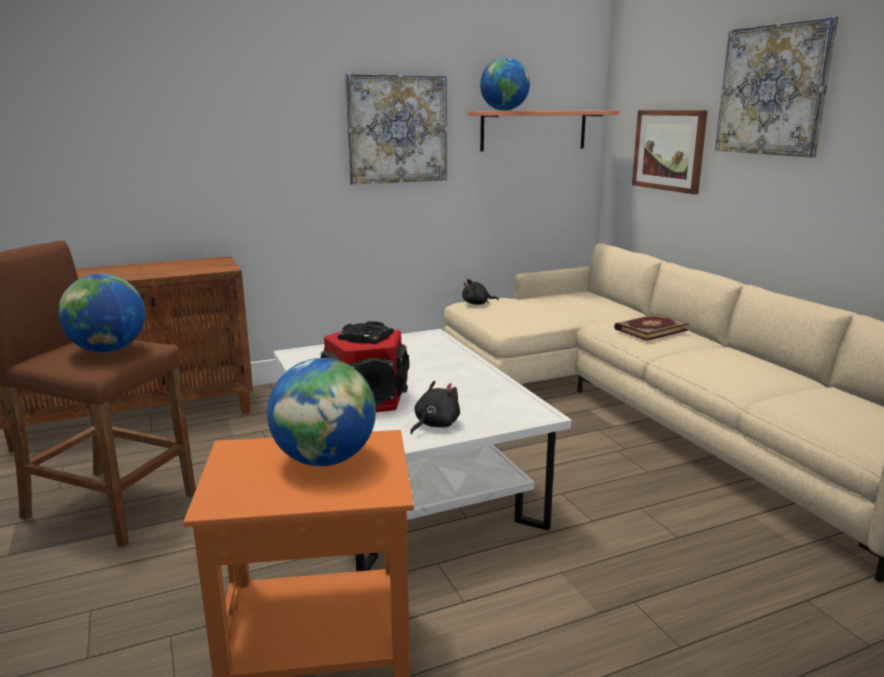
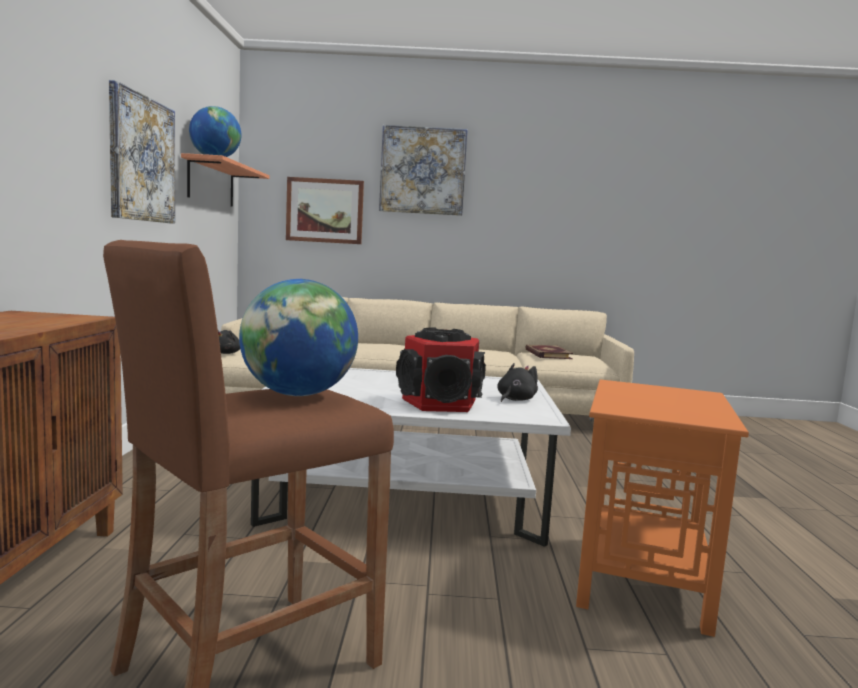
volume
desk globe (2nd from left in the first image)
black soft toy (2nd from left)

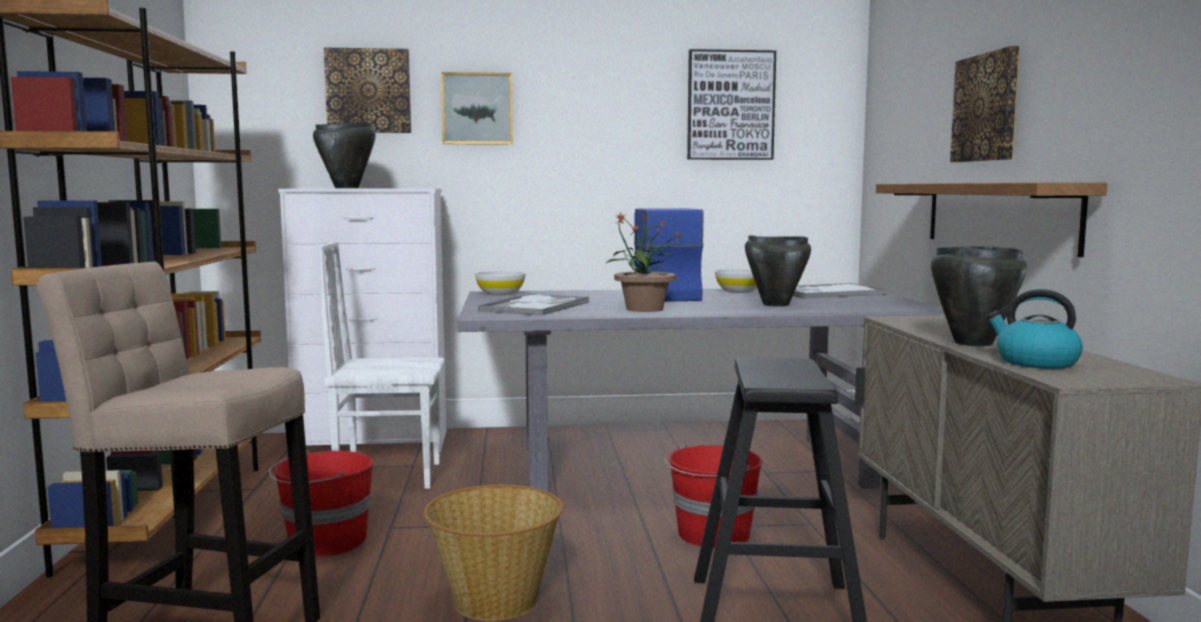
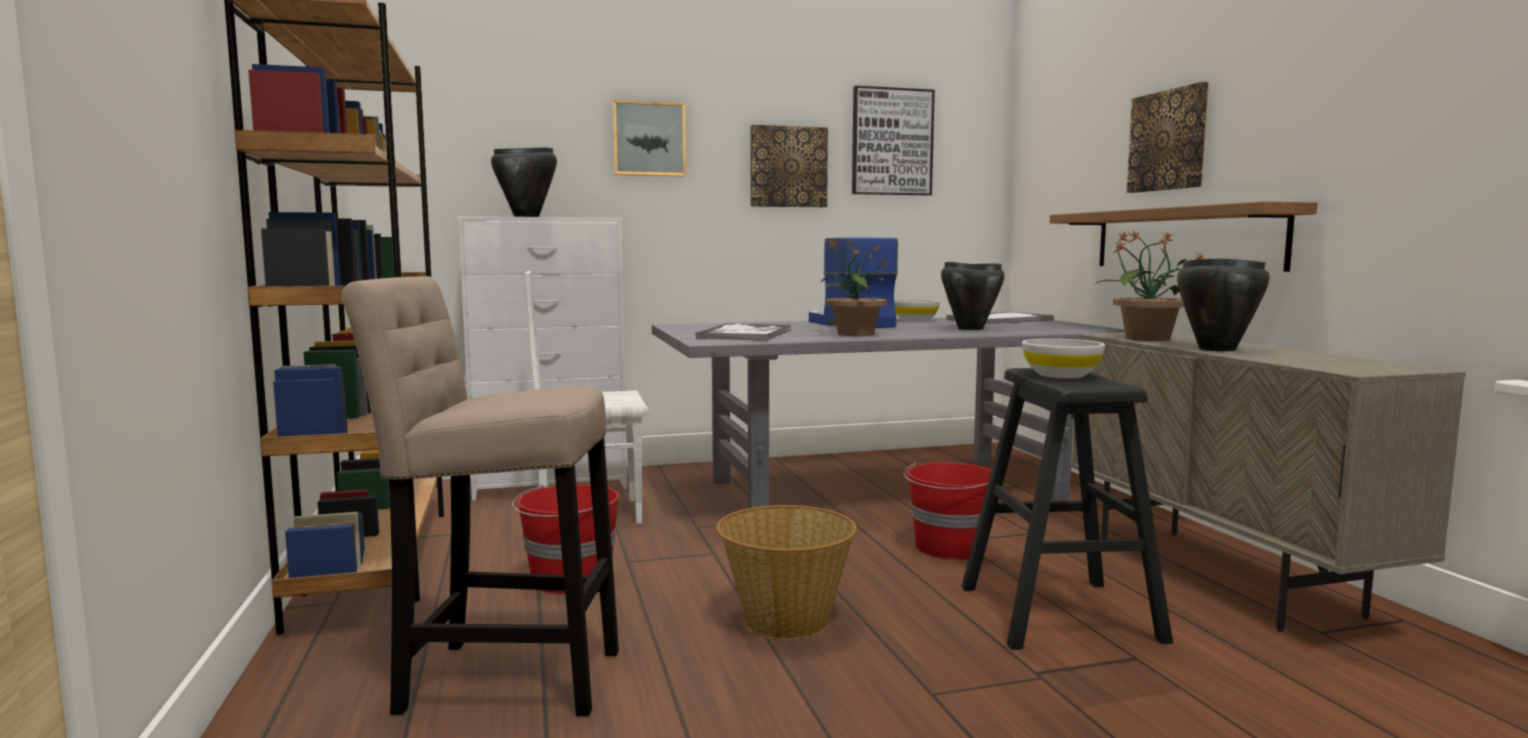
picture (2nd from left)
whitish deep dish (2nd from left)
tea kettle
plant in a pot (2nd from left)

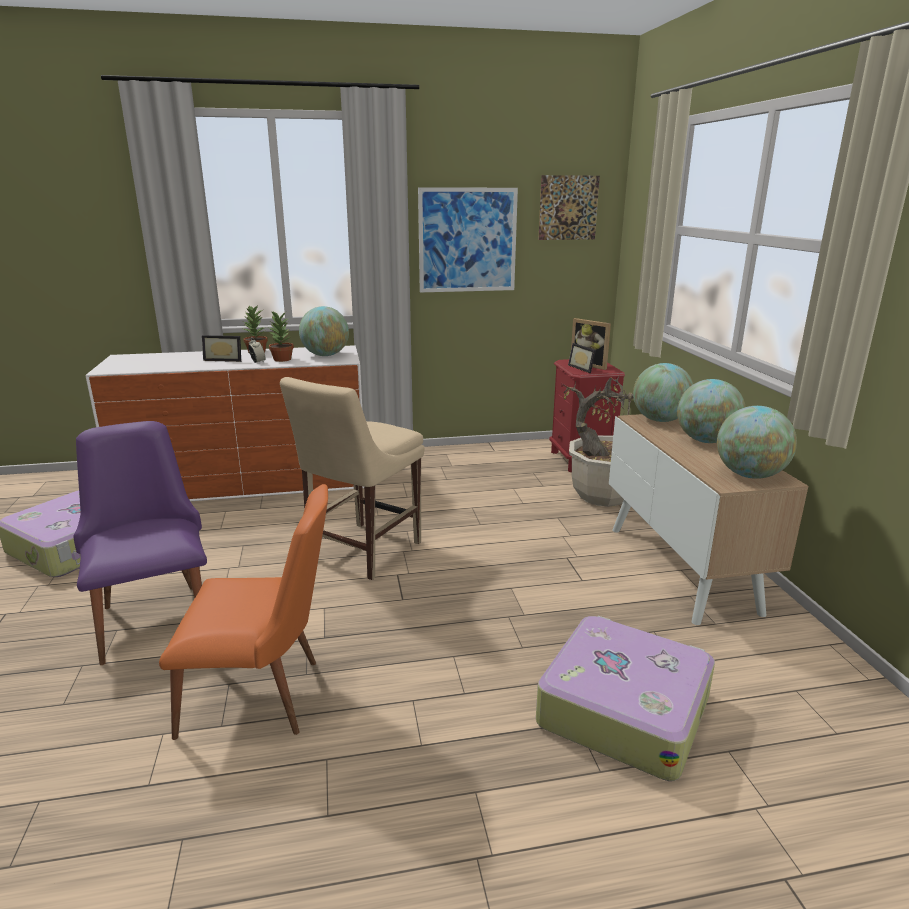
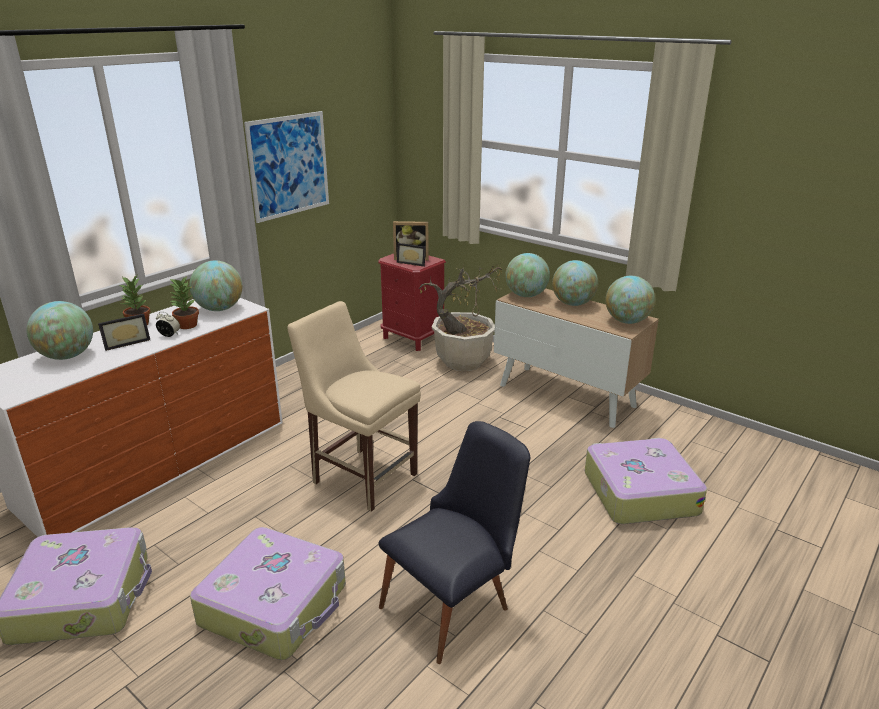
picture (2nd from left in the first image)
sand-coloured upright chair
piece of luggage (2nd from left)
black upright chair
desk globe (1st from left)

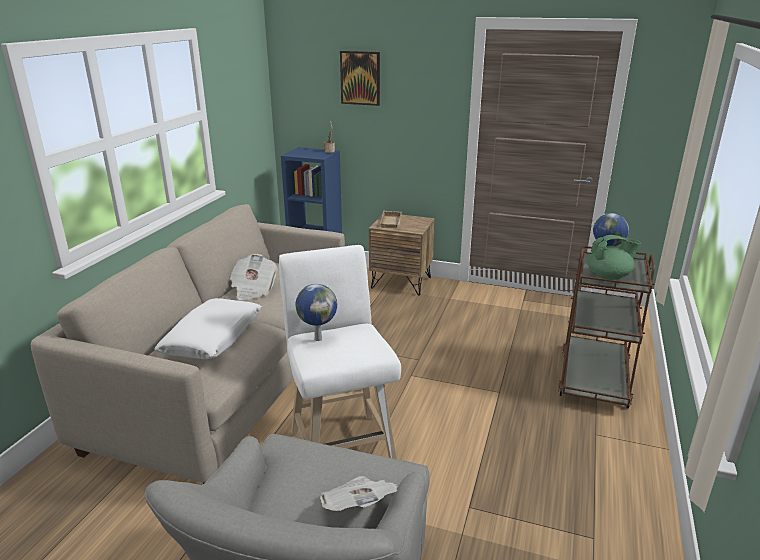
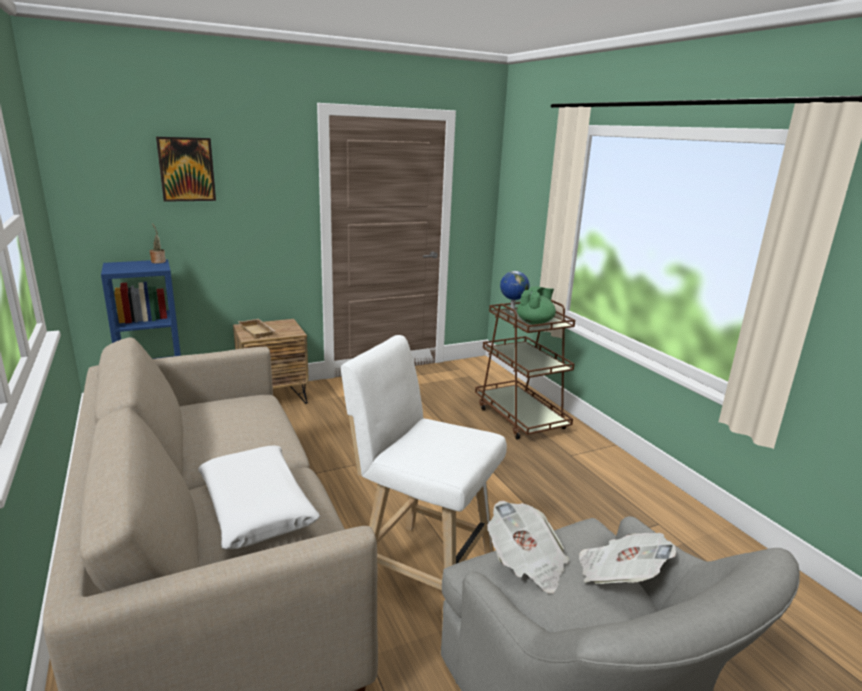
newspaper (1st from left)
desk globe (1st from left in the first image)

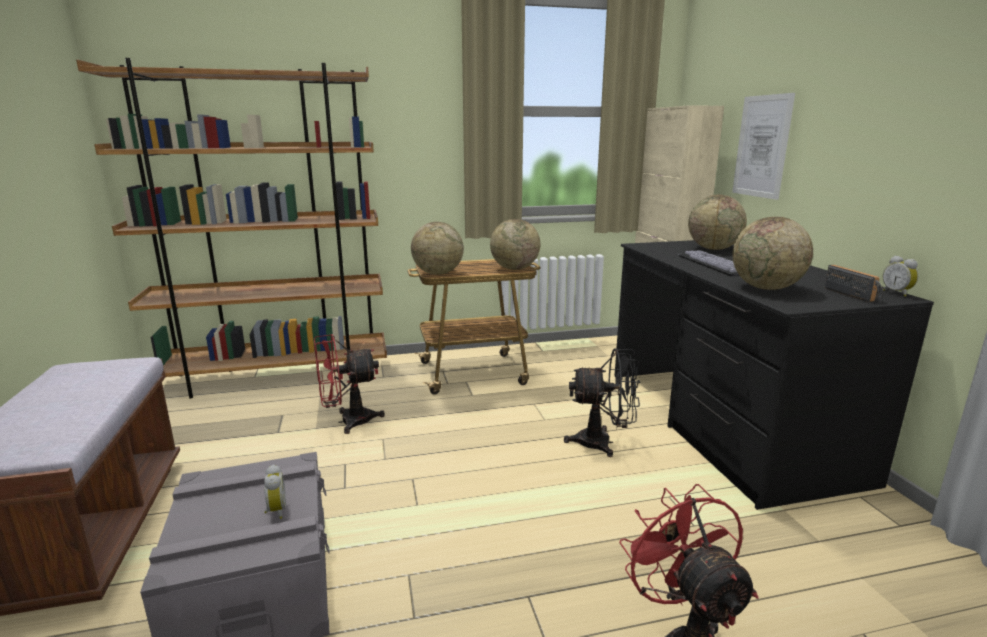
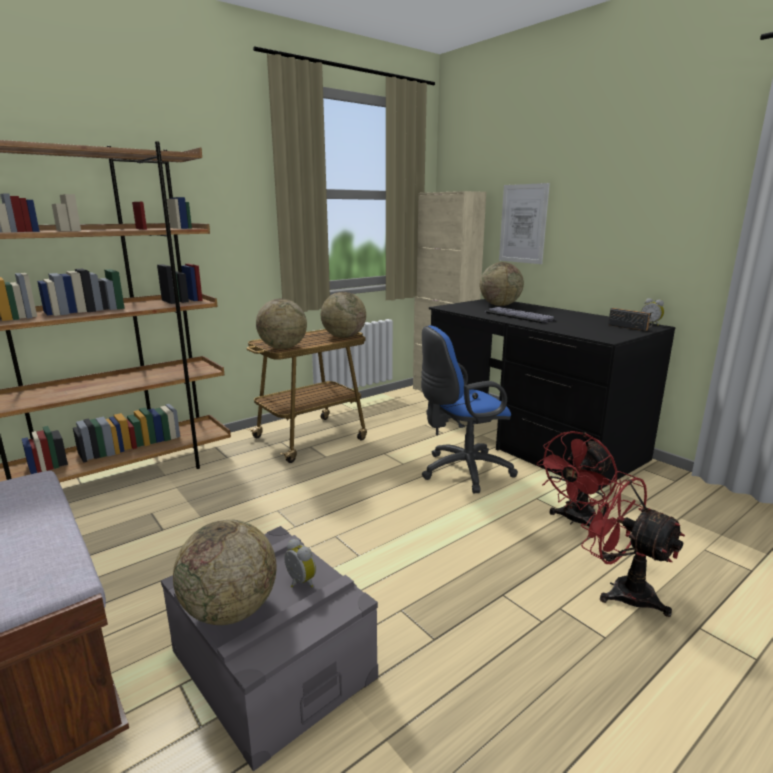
desk globe (1st from left)
reddish cooling fan (1st from left)
blue-coloured computer chair

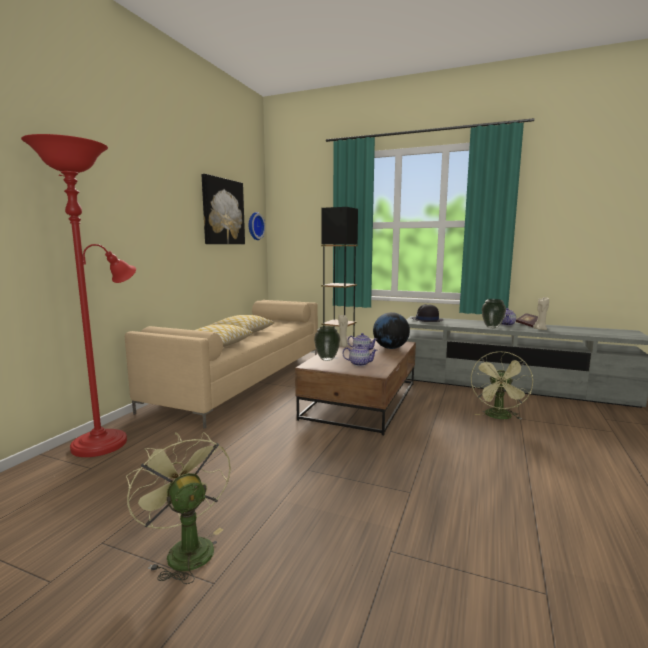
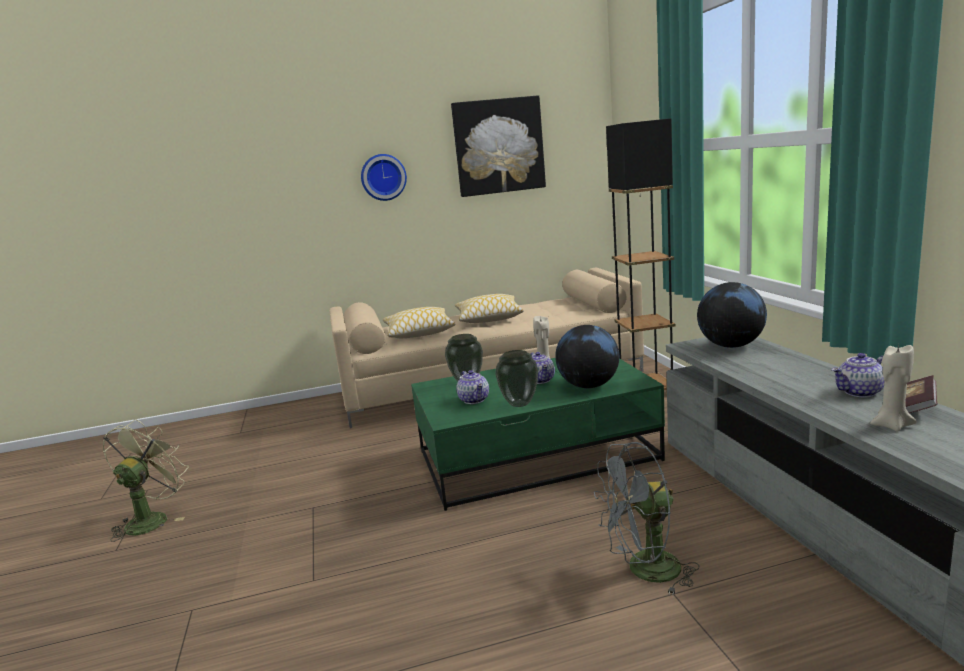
reddish floor lamp
hanging clock
flower vase (2nd from left)
desk globe (2nd from left)
greenish lounge table
gray cooling fan

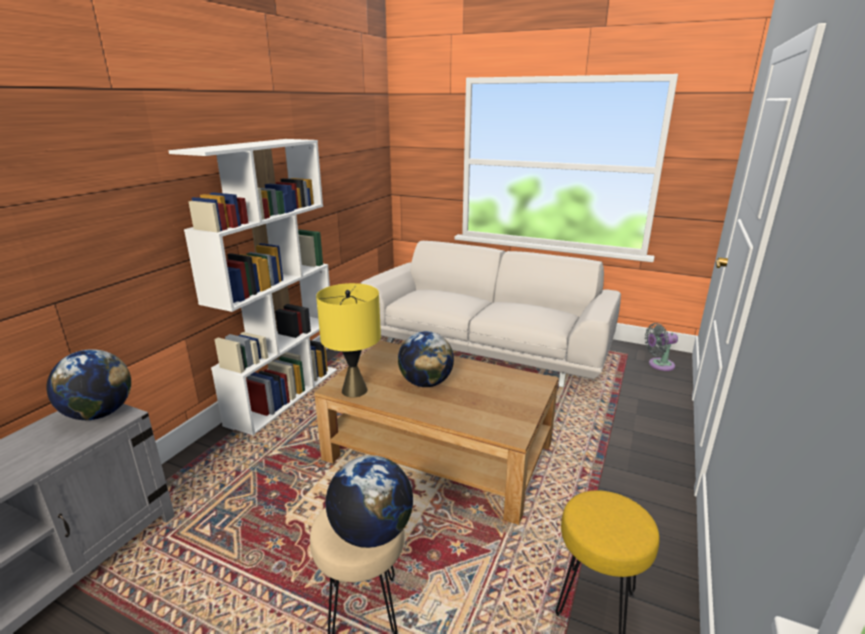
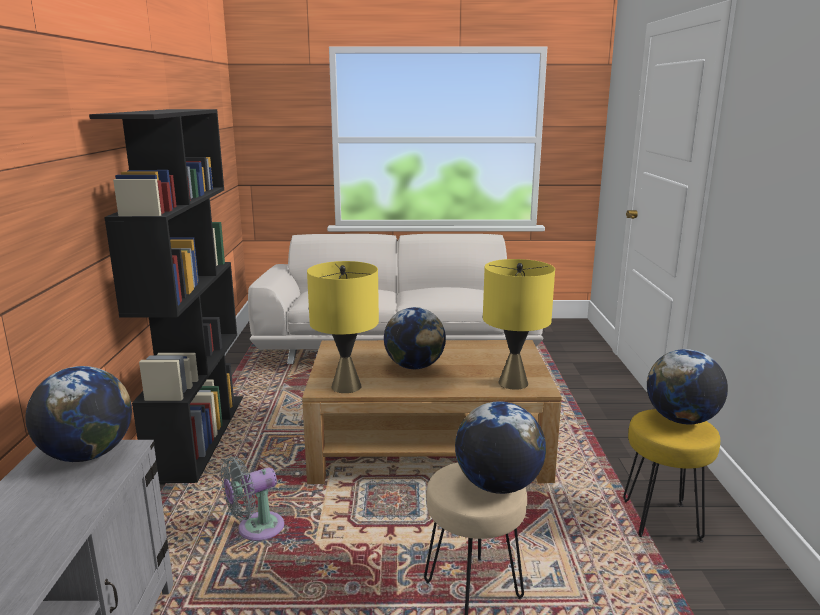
black shelving unit
gray cooling fan
yellow-coloured tabletop lamp (2nd from left)
desk globe (4th from left)

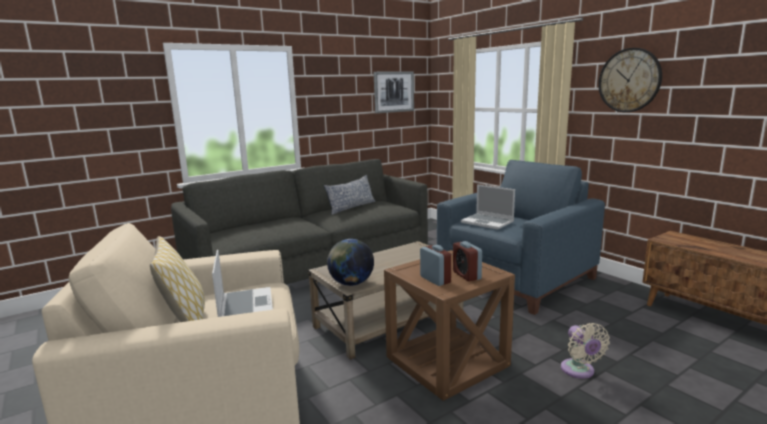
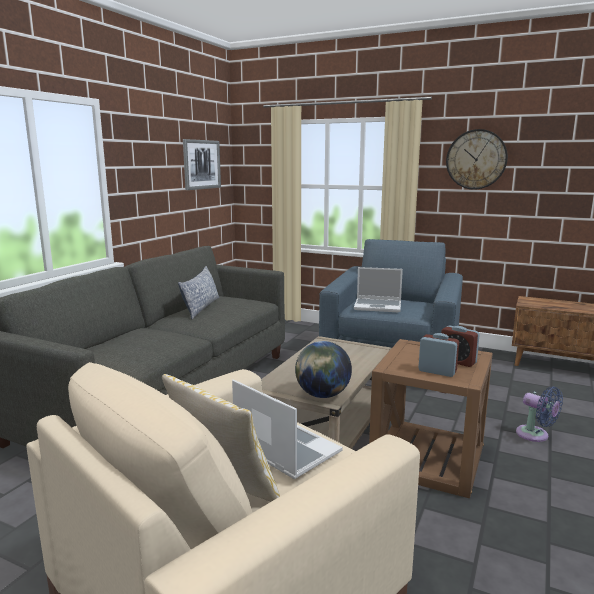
blue-coloured cooling fan

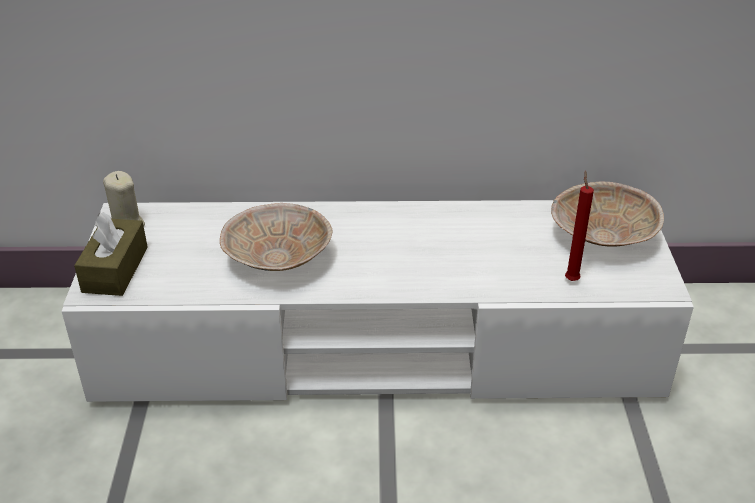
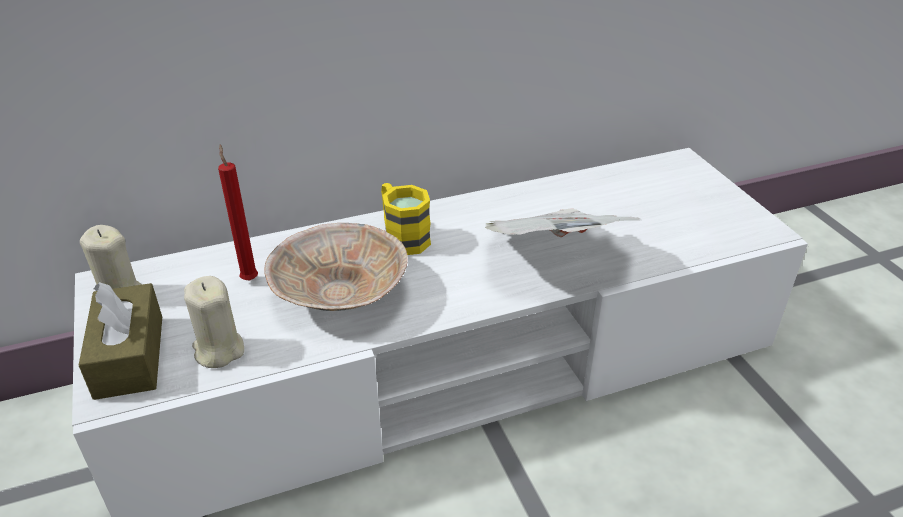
reddish wax candle
sand-coloured deep dish (2nd from left in the first image)
yellow-coloured coffee mug
newspaper
sand-coloured wax candle (2nd from left)

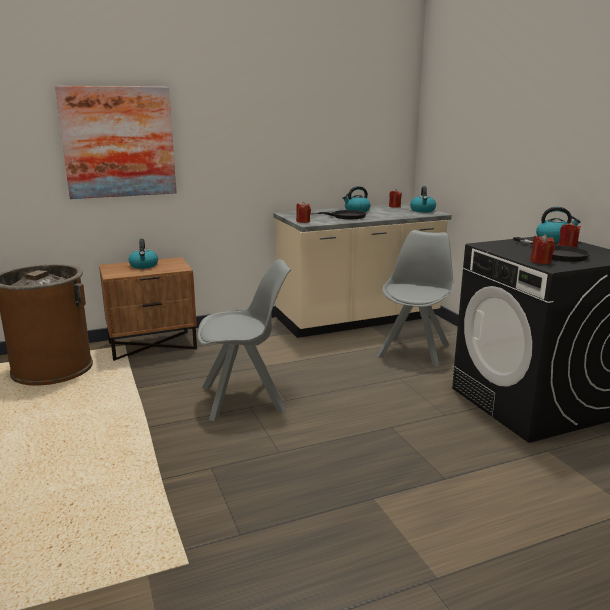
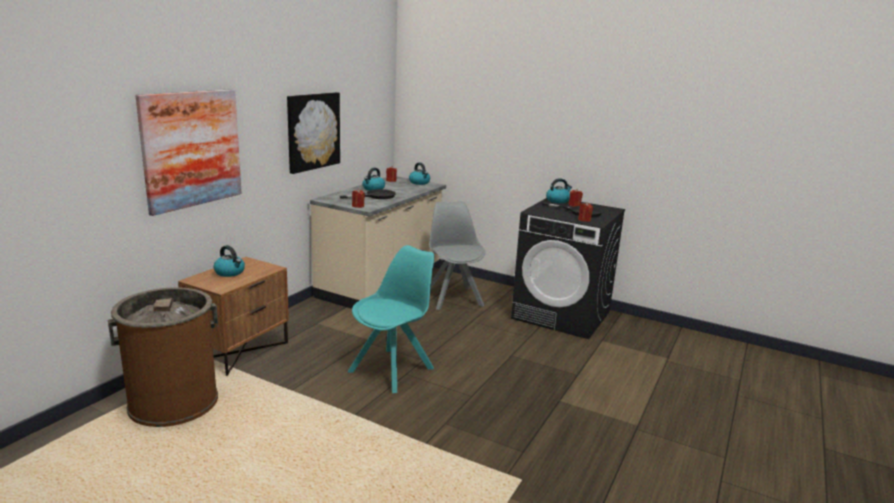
turquoise-coloured upright chair
picture (2nd from left)

